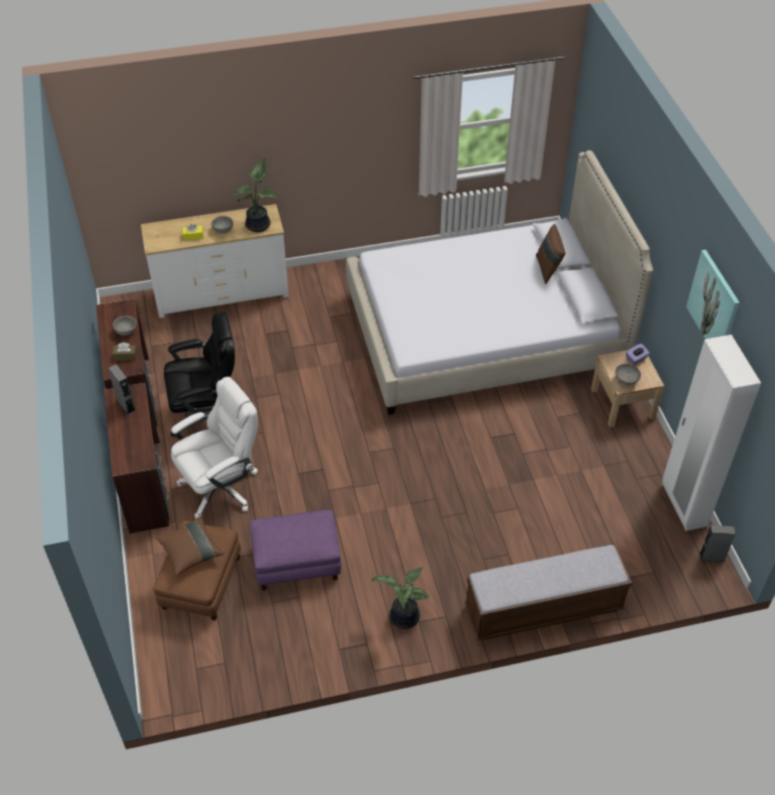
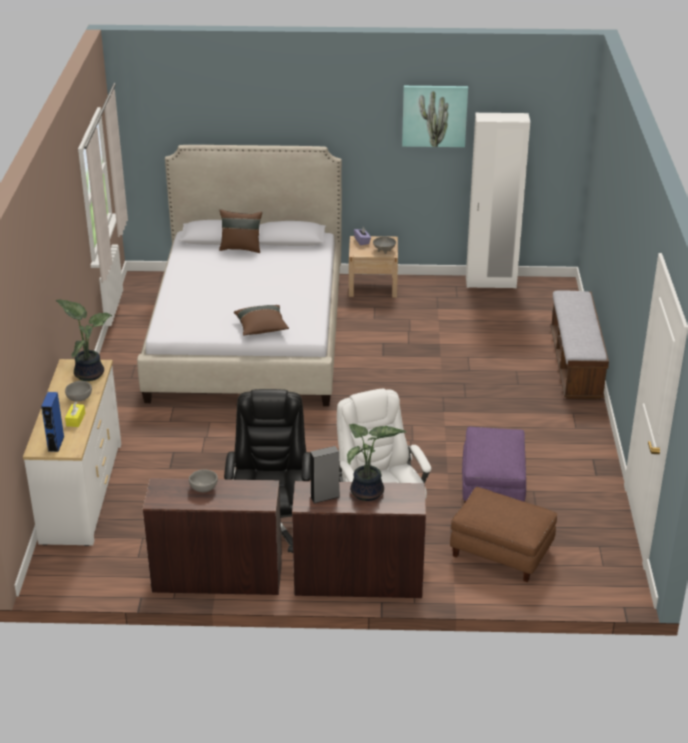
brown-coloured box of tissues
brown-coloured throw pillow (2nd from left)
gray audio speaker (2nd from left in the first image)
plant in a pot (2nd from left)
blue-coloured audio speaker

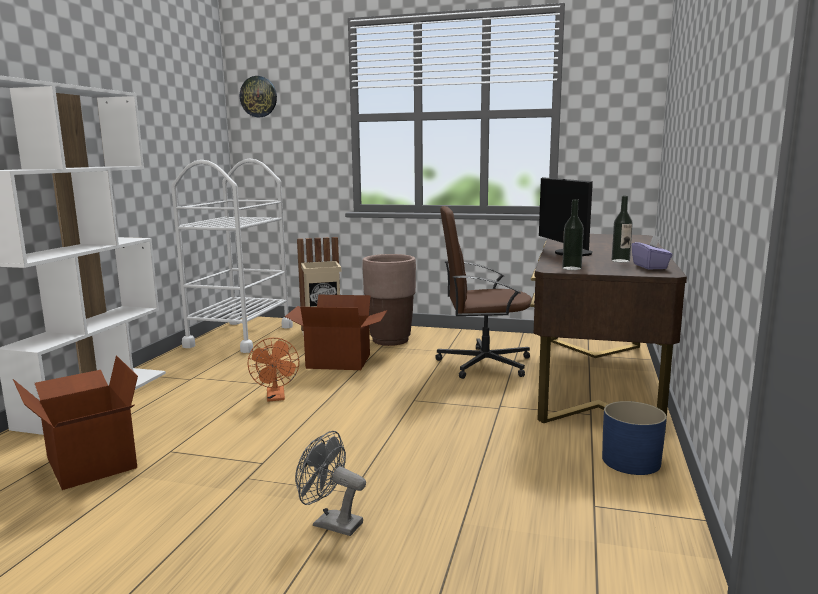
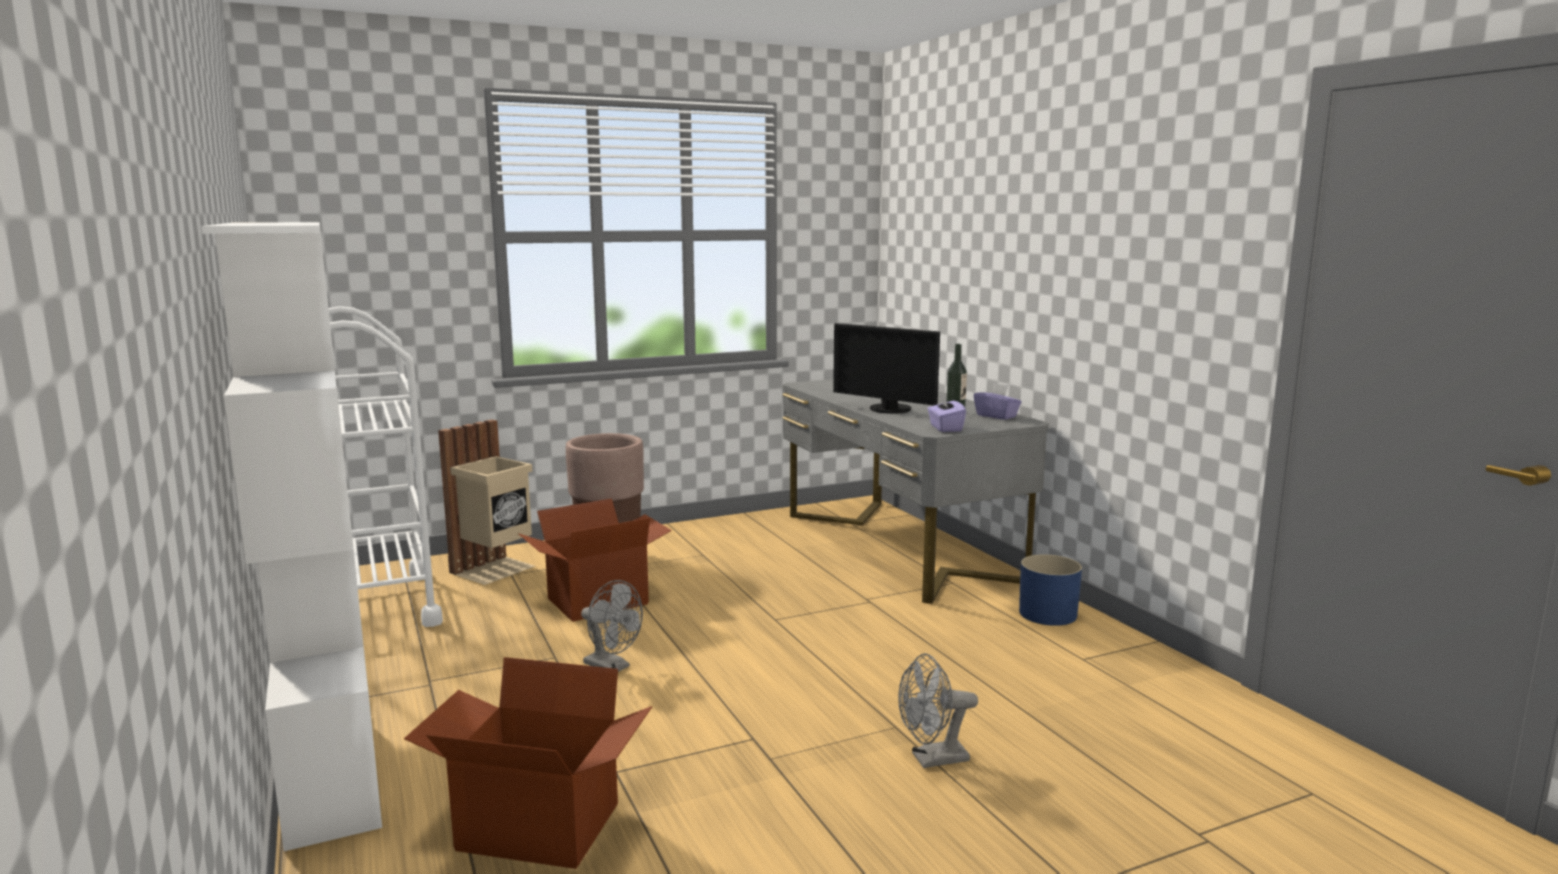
hanging clock
purple-coloured box of tissues (1st from left)
brown-coloured computer chair
gray desk
gray cooling fan (1st from left)

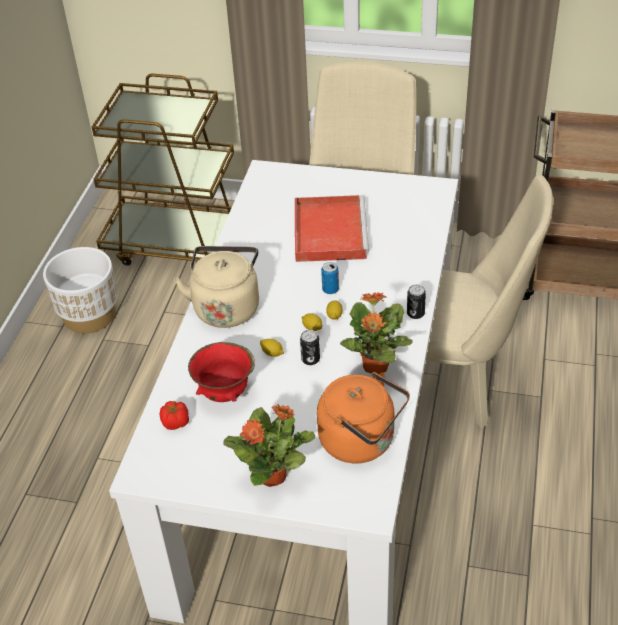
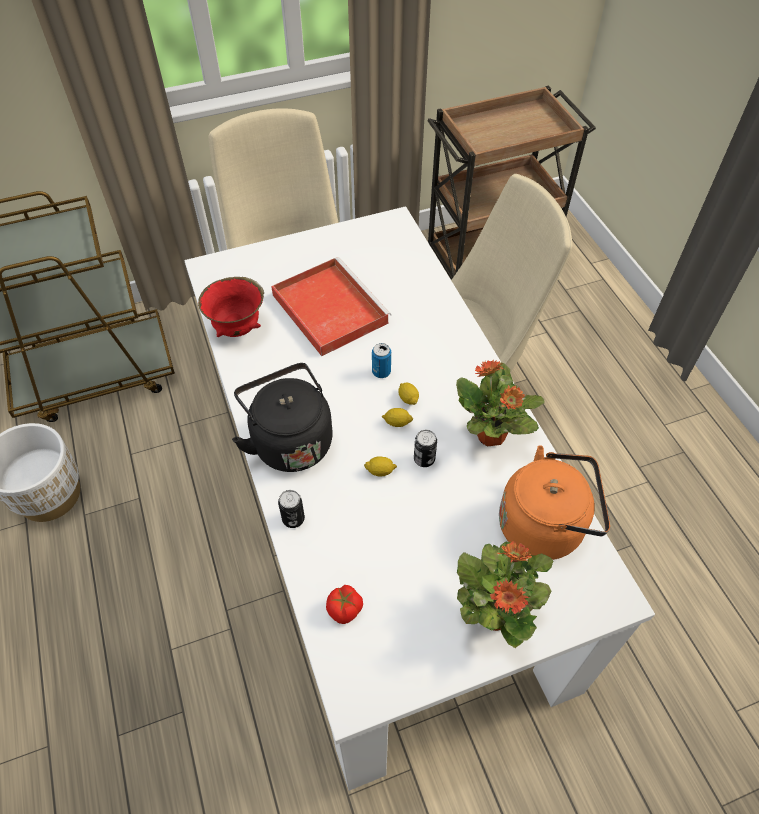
black tea kettle
can (1st from left)
reddish deep dish

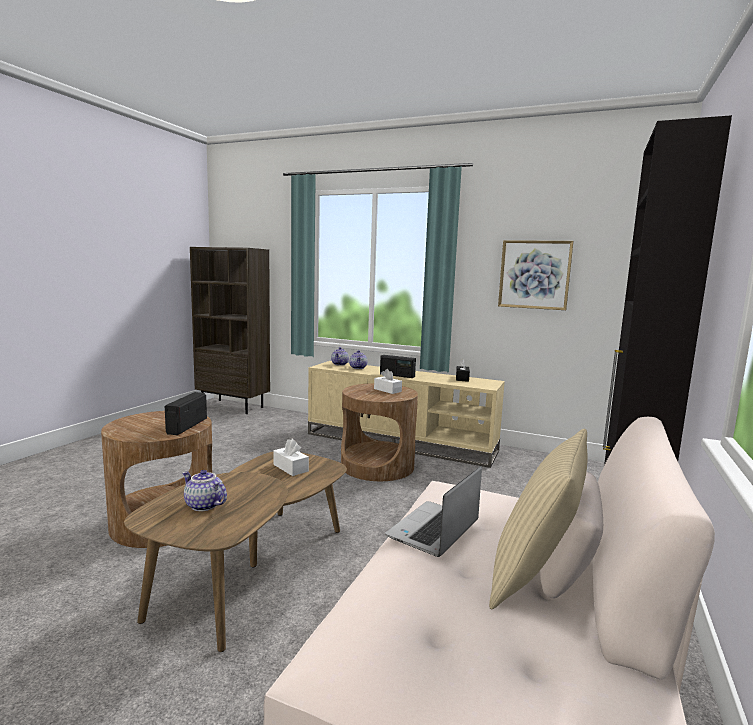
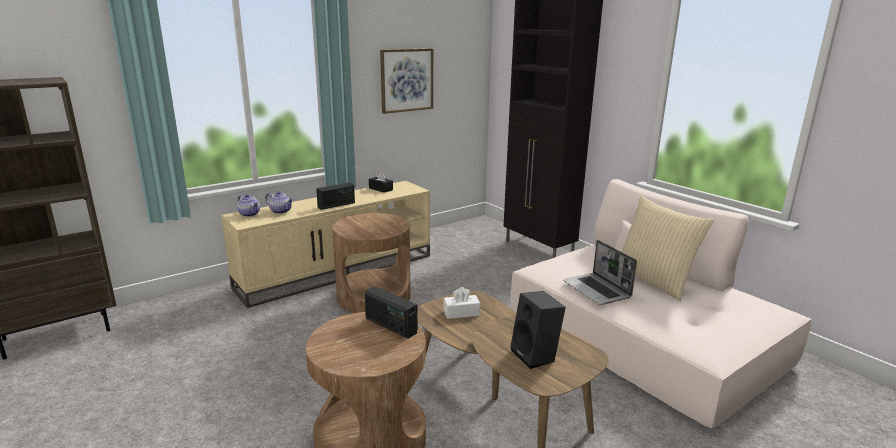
whitish box of tissues (2nd from left in the first image)
black audio speaker

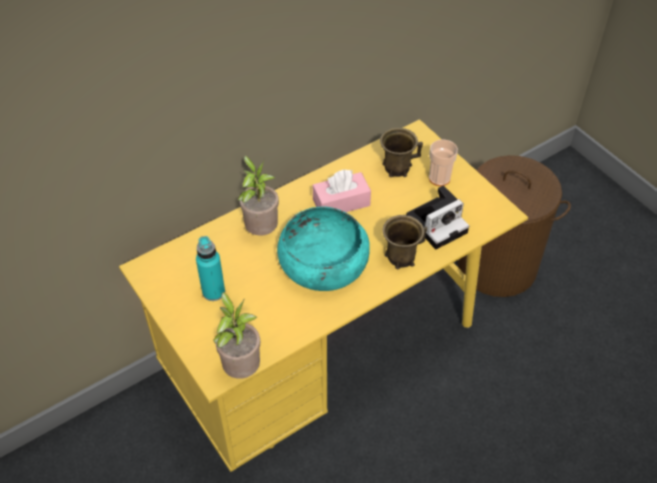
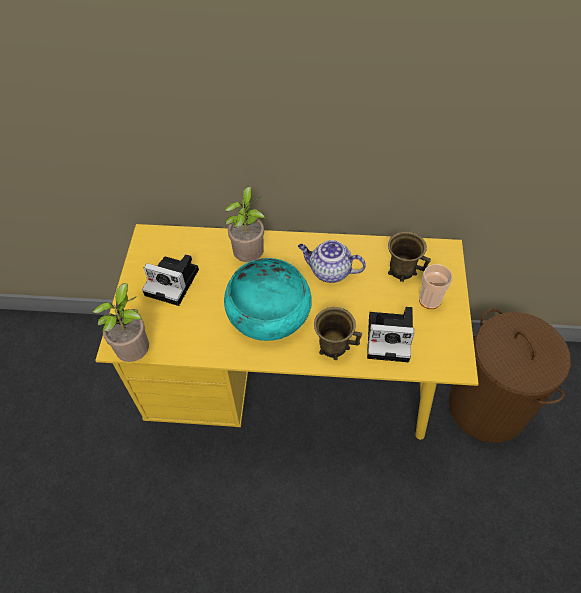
teapot
still camera (1st from left)

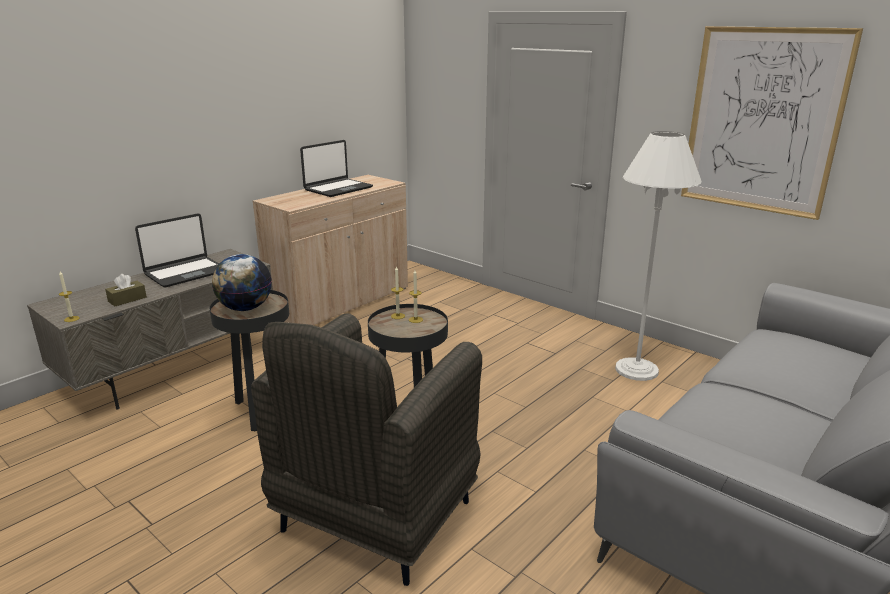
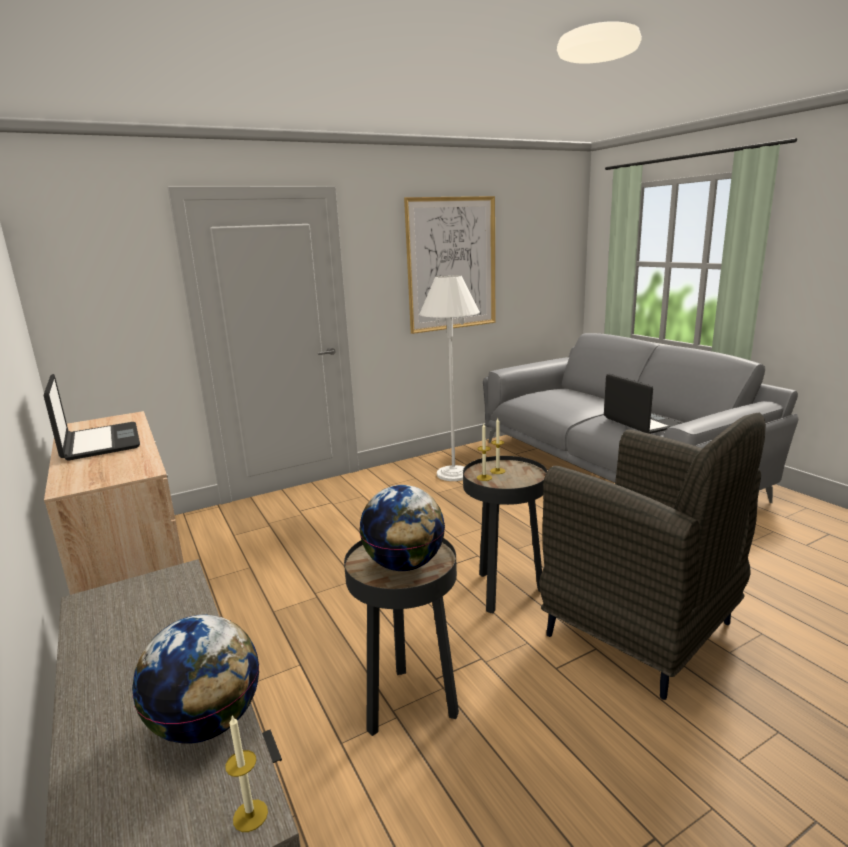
portable computer (2nd from left)
desk globe (1st from left)

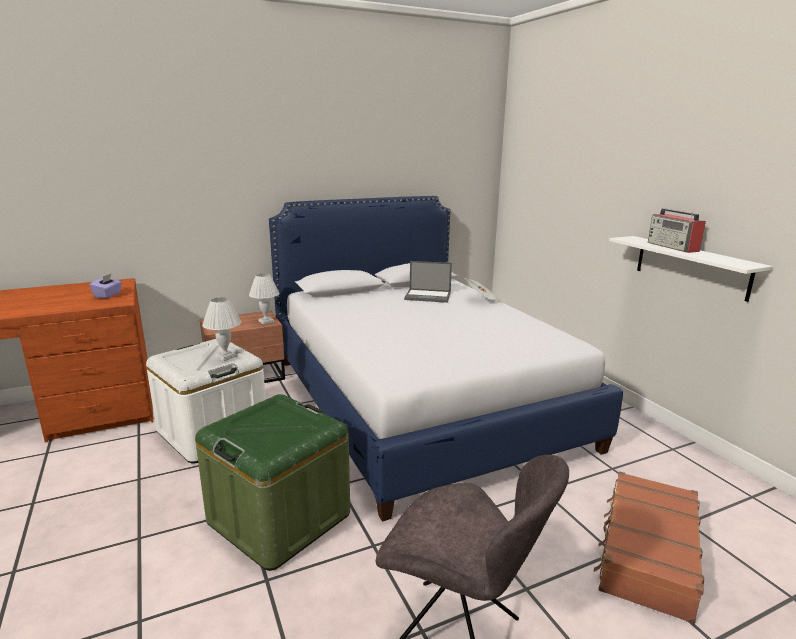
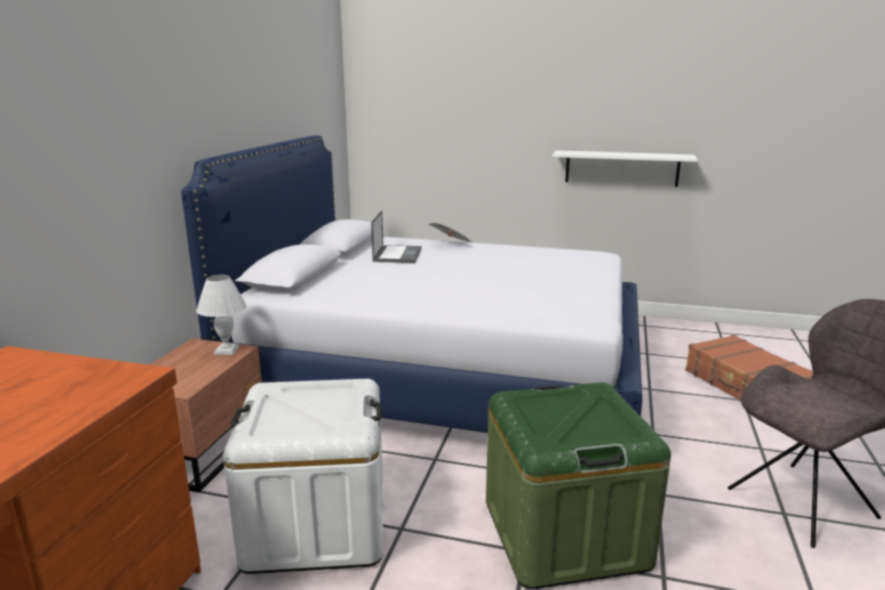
radio set
portable computer
purple-coloured box of tissues
whitish tabletop lamp (1st from left in the first image)

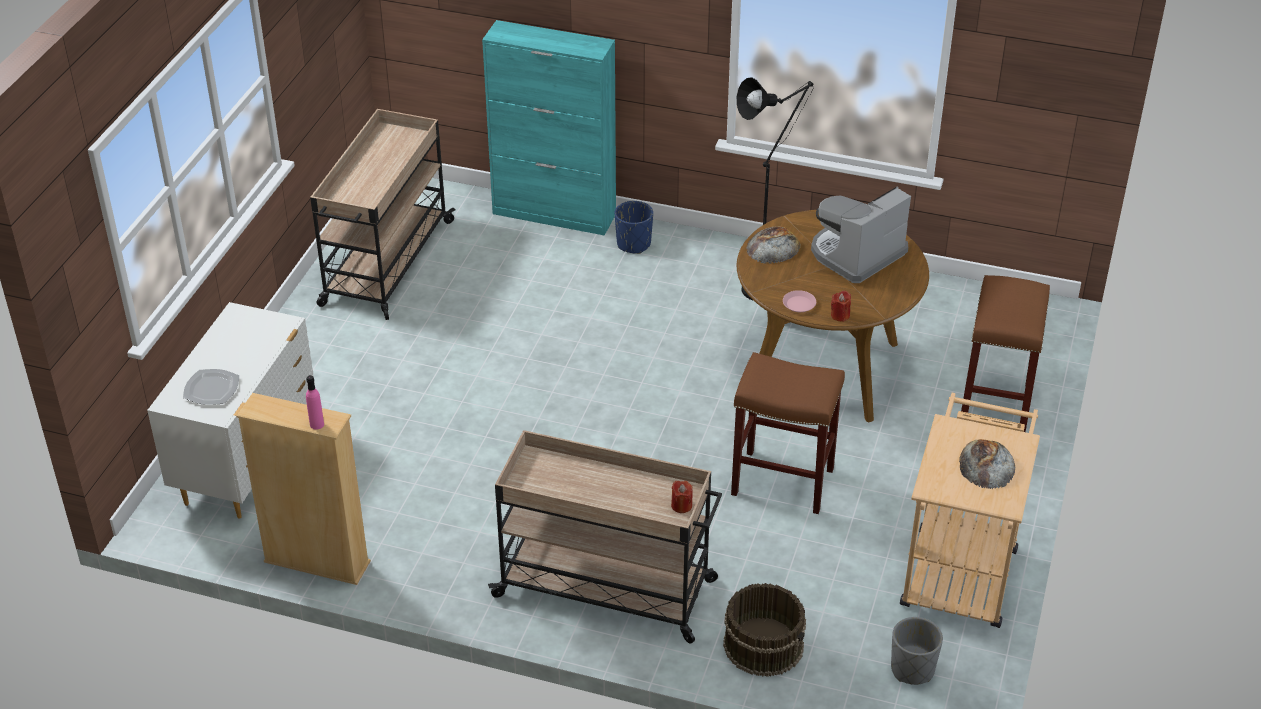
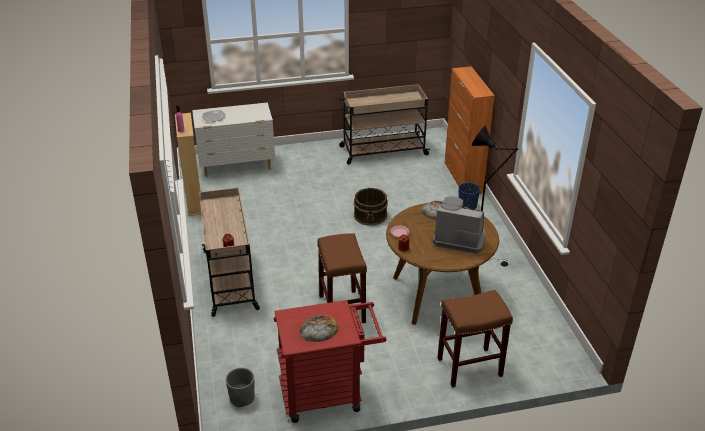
orangey cabinet
reddish trolley
brown-coloured pail

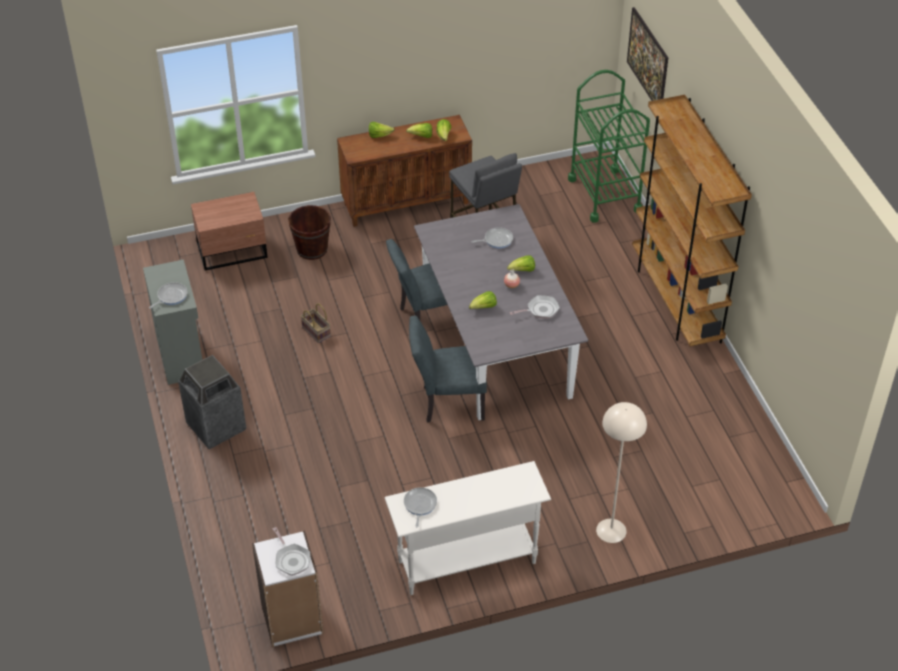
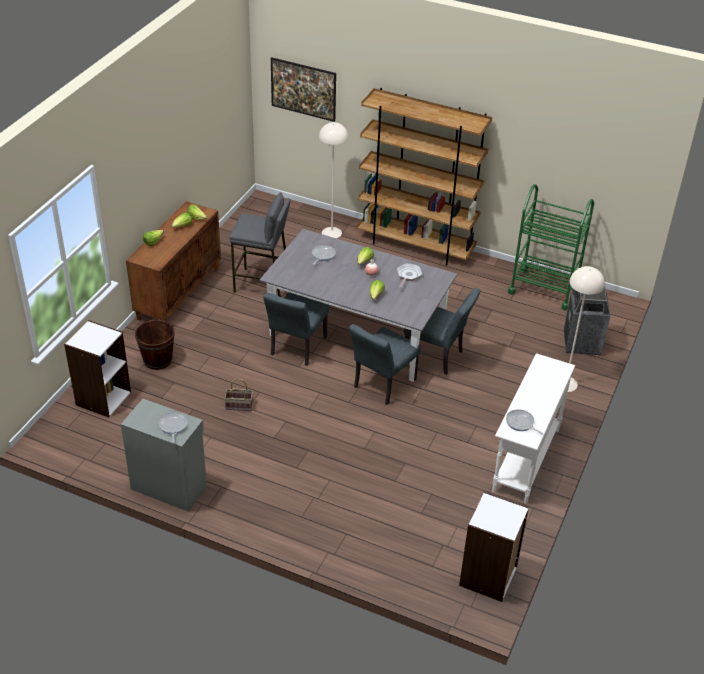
greenish trolley
whitish shelving unit (1st from left)
waste bin
skillet (2nd from left in the first image)
sand-coloured floor lamp (1st from left)
gray upright chair (3rd from left)

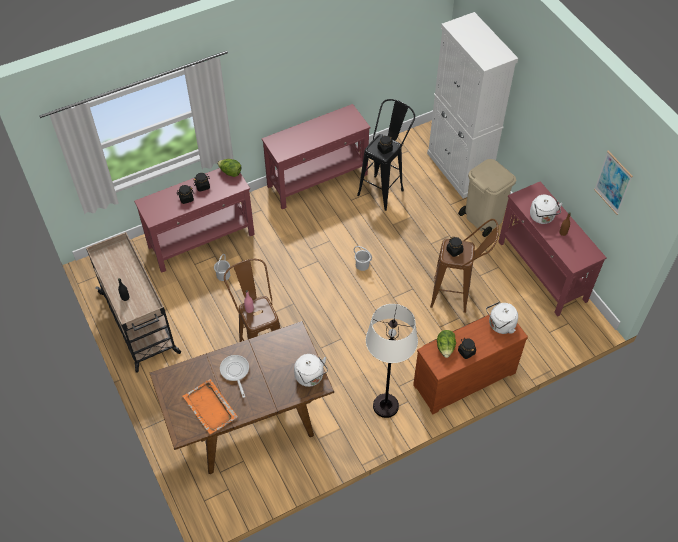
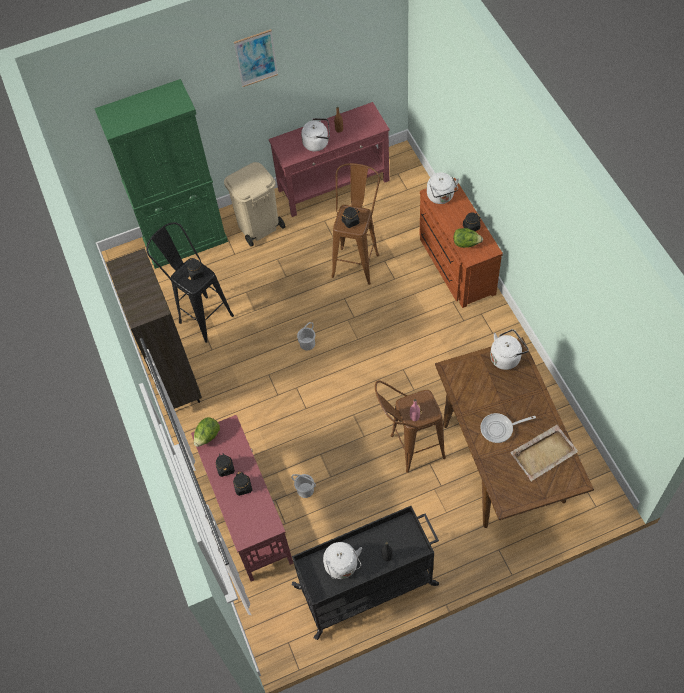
greenish cabinet
brown-coloured shelving unit
picture
black trolley
whitish floor lamp
sand-coloured serving tray
whitish tea kettle (2nd from left)

